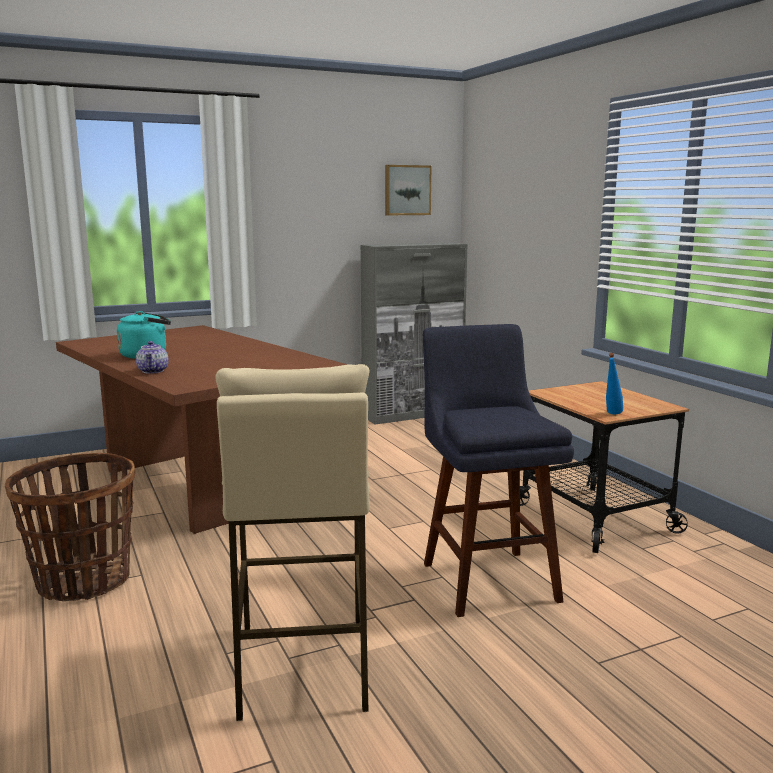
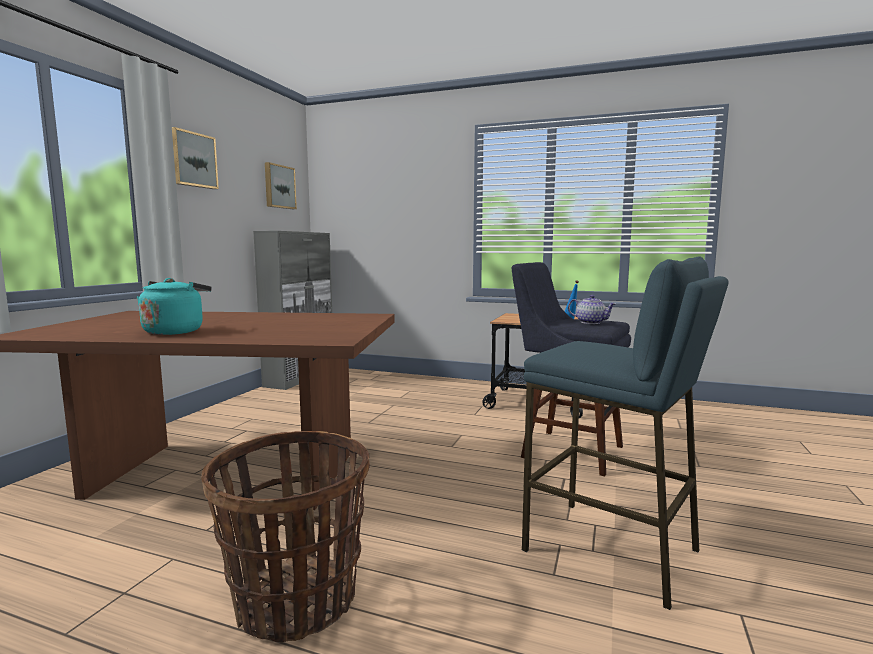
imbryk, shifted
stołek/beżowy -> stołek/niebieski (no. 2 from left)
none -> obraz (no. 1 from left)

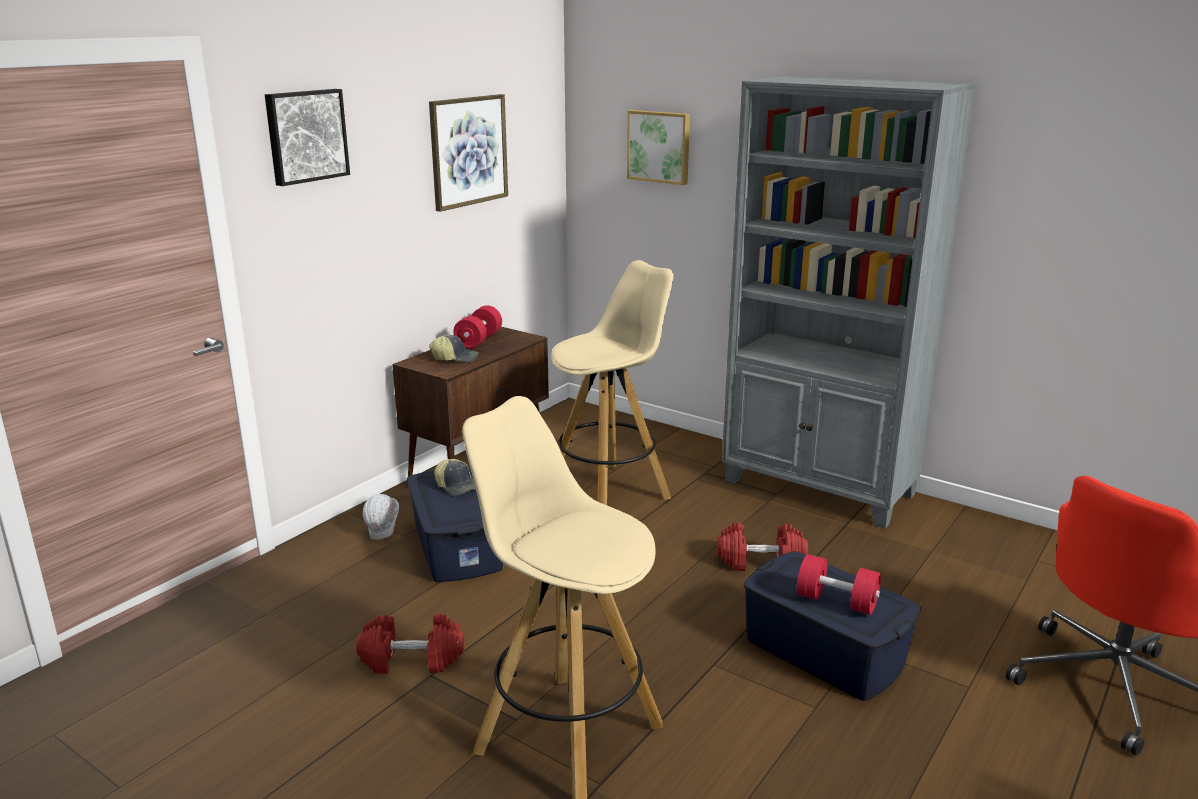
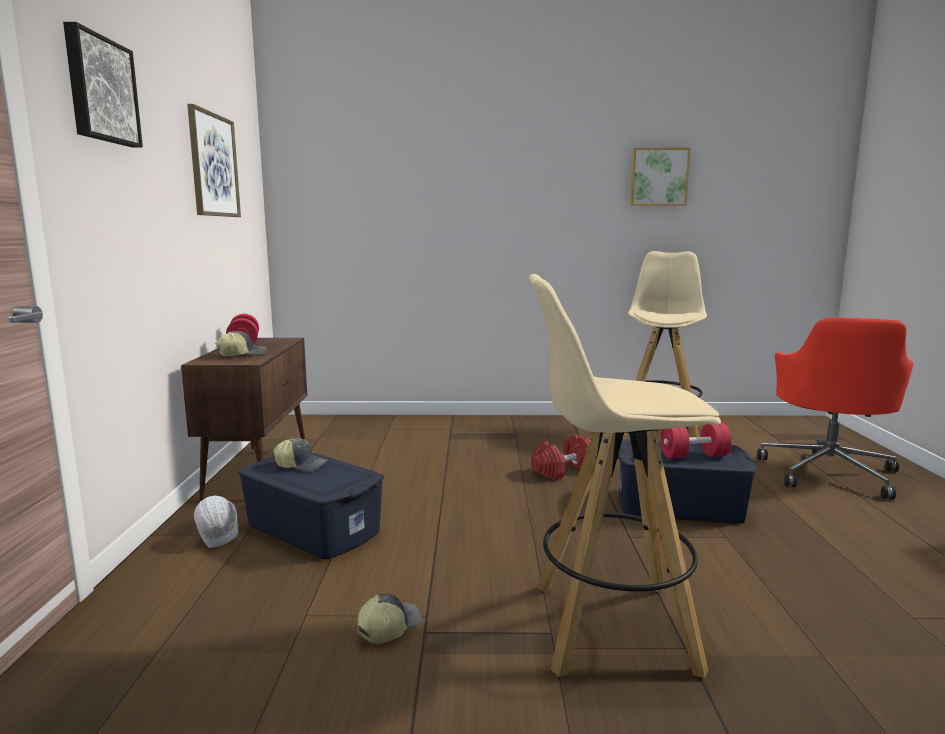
regał/szary -> none
obraz (no. 3 from left), shifted
stołek/beżowy (no. 2 from left), shifted
hantel/czerwony (no. 1 from left) -> czapka z daszkiem (no. 3 from left)

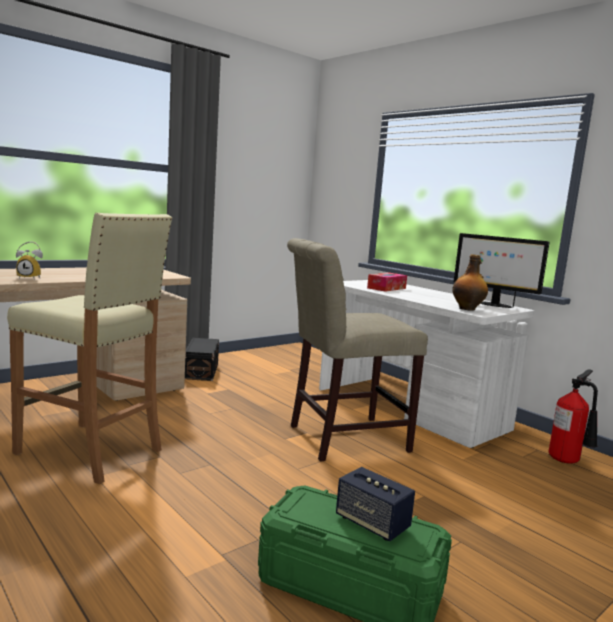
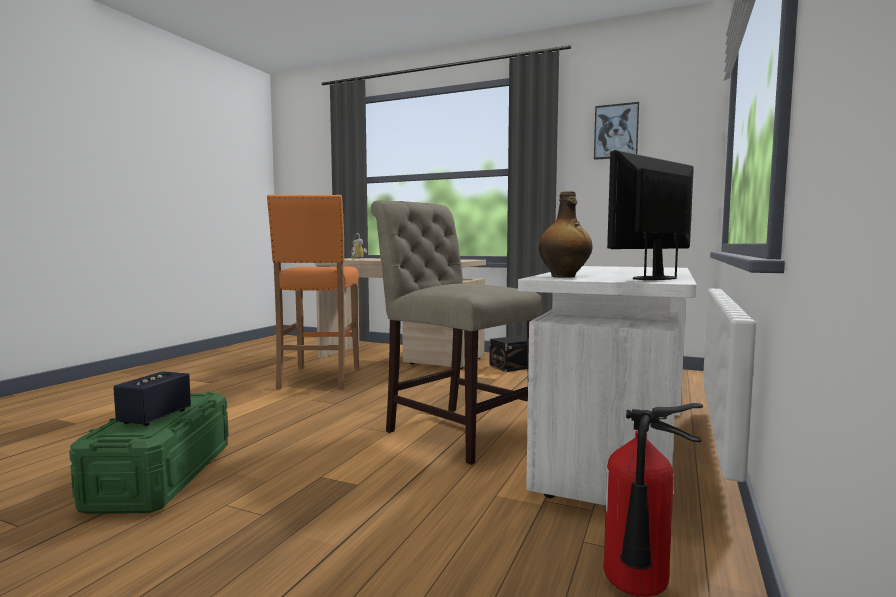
stołek/beżowy -> stołek/pomarańczowy
monitor, 45 degrees clockwise
pudełko chusteczek -> none
none -> obraz

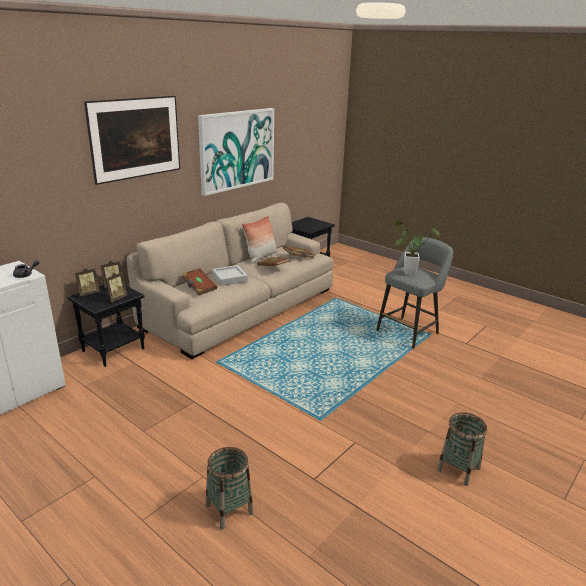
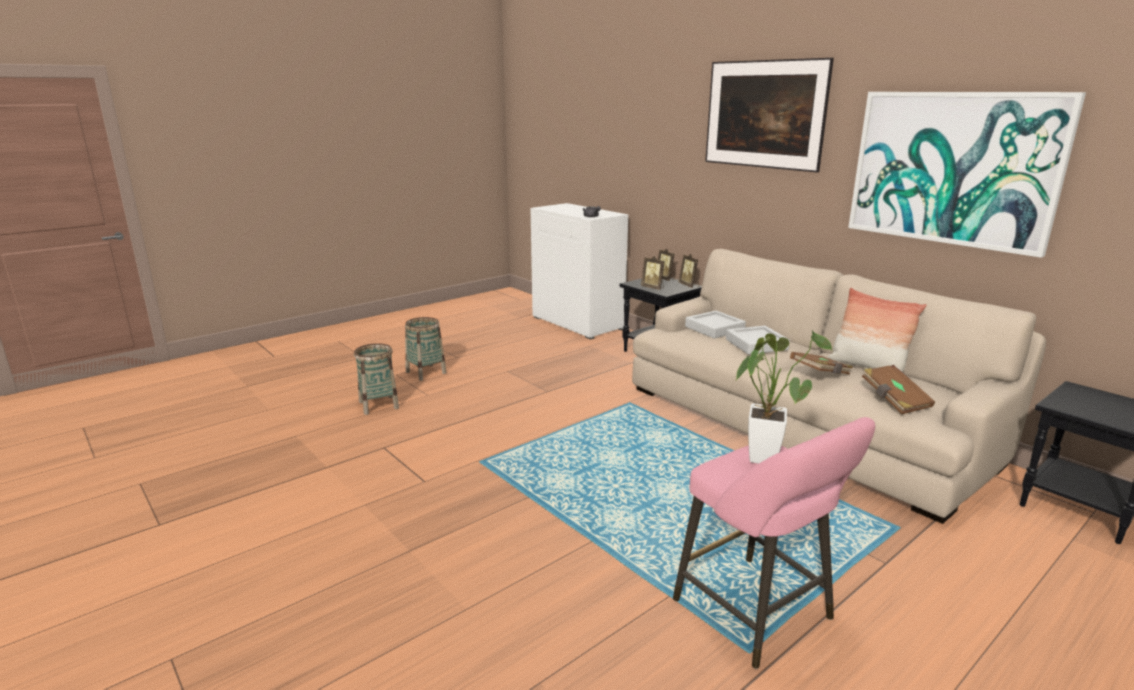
stołek/szary -> stołek/różowy
książka/brązowy (no. 1 from left) -> taca/szary (no. 1 from left)
koszyk (no. 2 from left), shifted

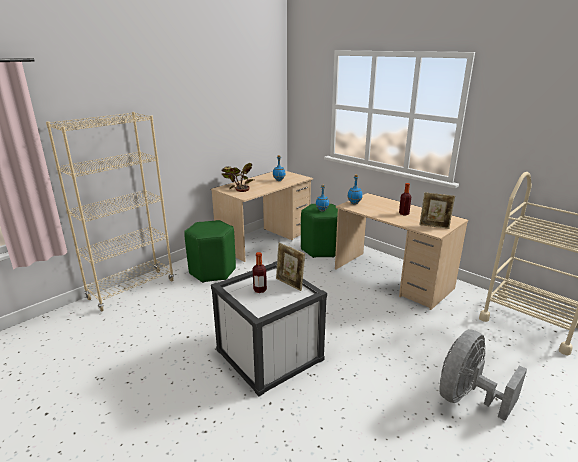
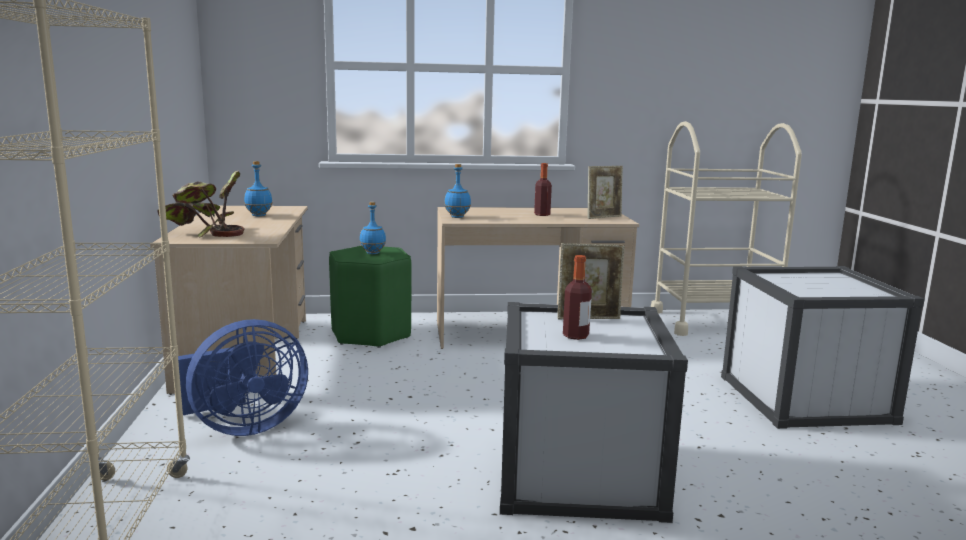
stołek/zielony (no. 1 from left) -> wentylator/niebieski
wentylator/szary -> pojemnik do przechowywania/biały (no. 2 from left)

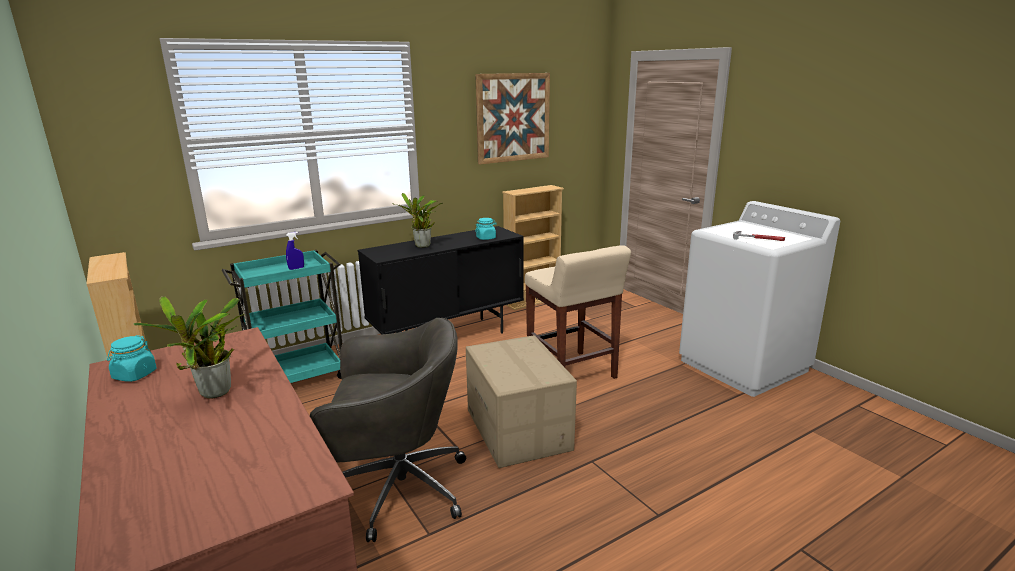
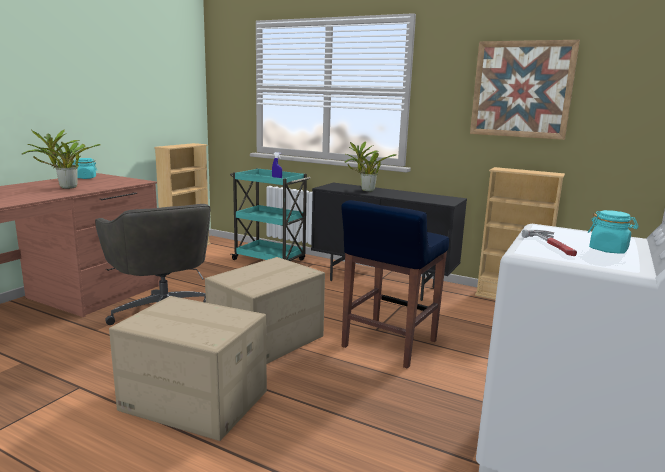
słoik/turkusowy (no. 2 from left), shifted
stołek/beżowy -> stołek/niebieski
none -> karton (no. 1 from left)

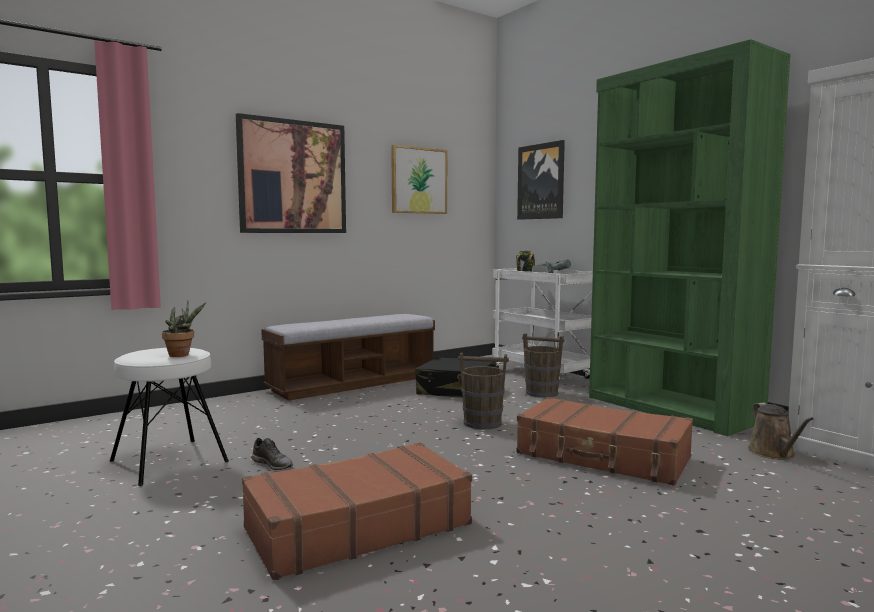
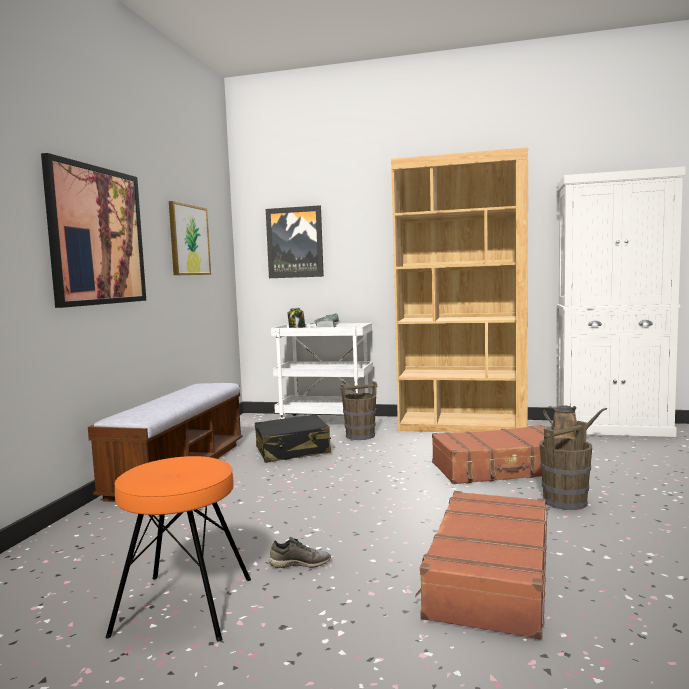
regał/zielony -> regał/brązowy
roślina doniczkowa -> none
stołek/biały -> stołek/pomarańczowy
wiadro/brązowy (no. 1 from left in the first image) -> wiadro/brązowy (no. 2 from left), shifted

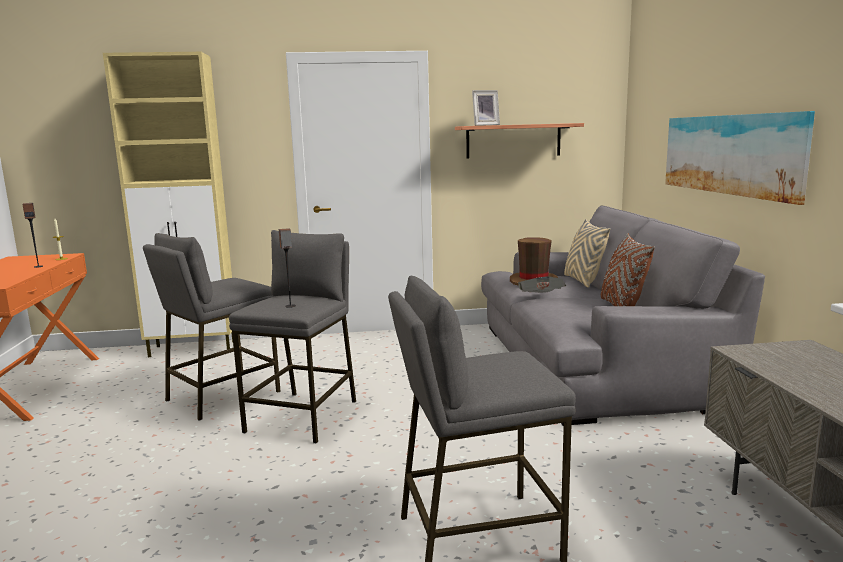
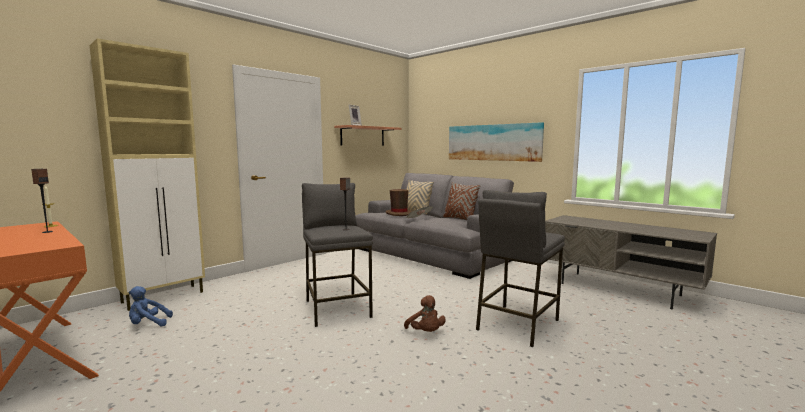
stołek/szary (no. 1 from left) -> none
none -> pluszak/niebieski
none -> pluszak/brązowy

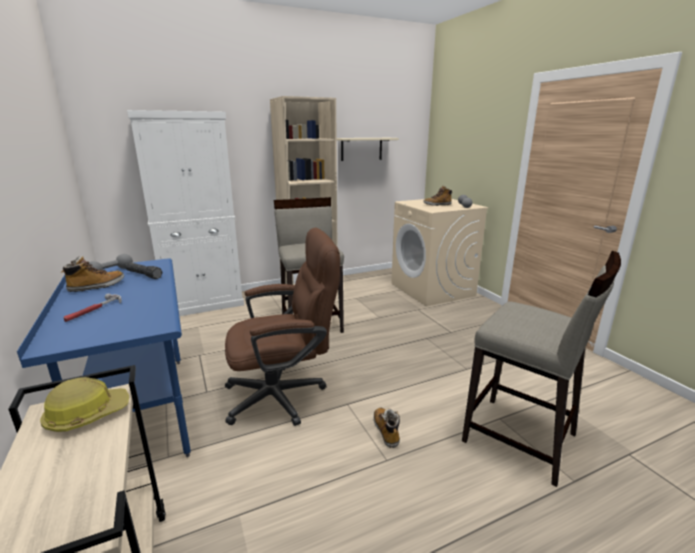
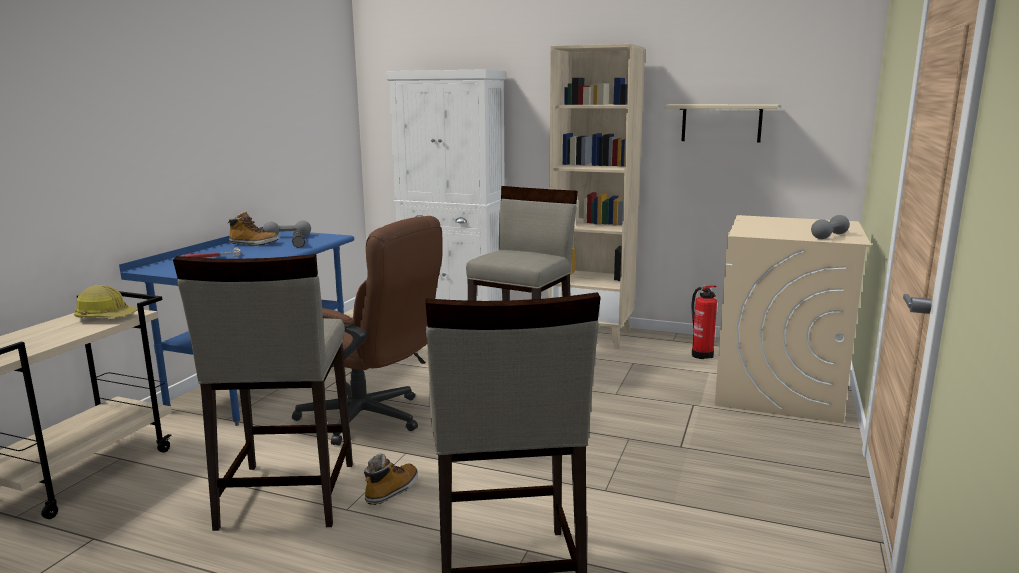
but z cholewką (no. 3 from left) -> none
none -> stołek/beżowy (no. 1 from left)
none -> gaśnica

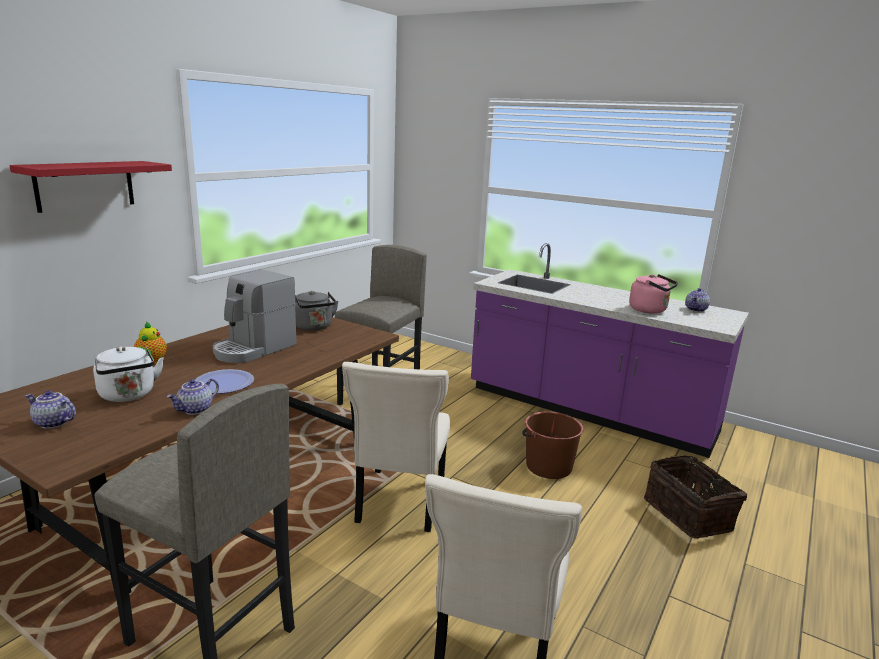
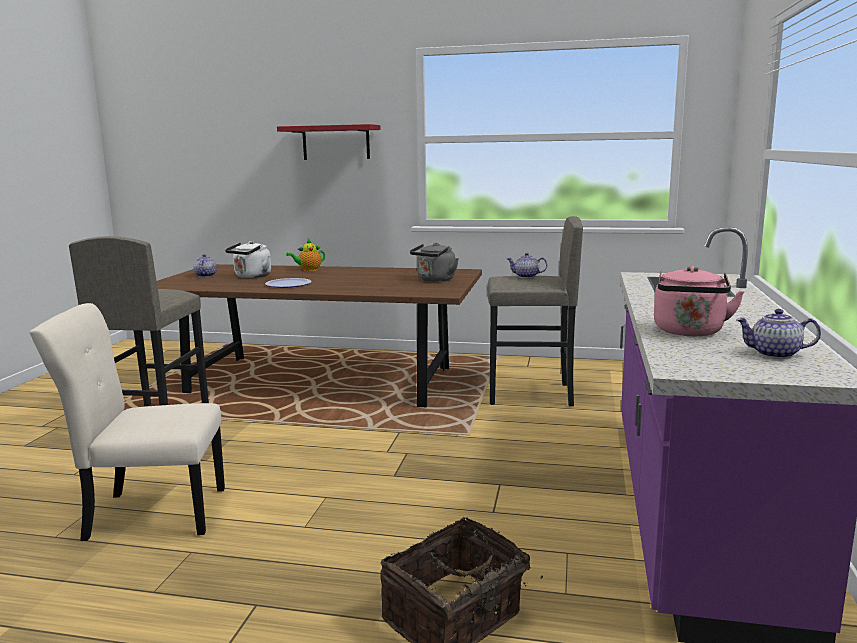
ekspres do kawy -> none
krzesło/beżowy (no. 1 from left) -> none
imbryk (no. 3 from left), shifted
wiadro/brązowy -> none

